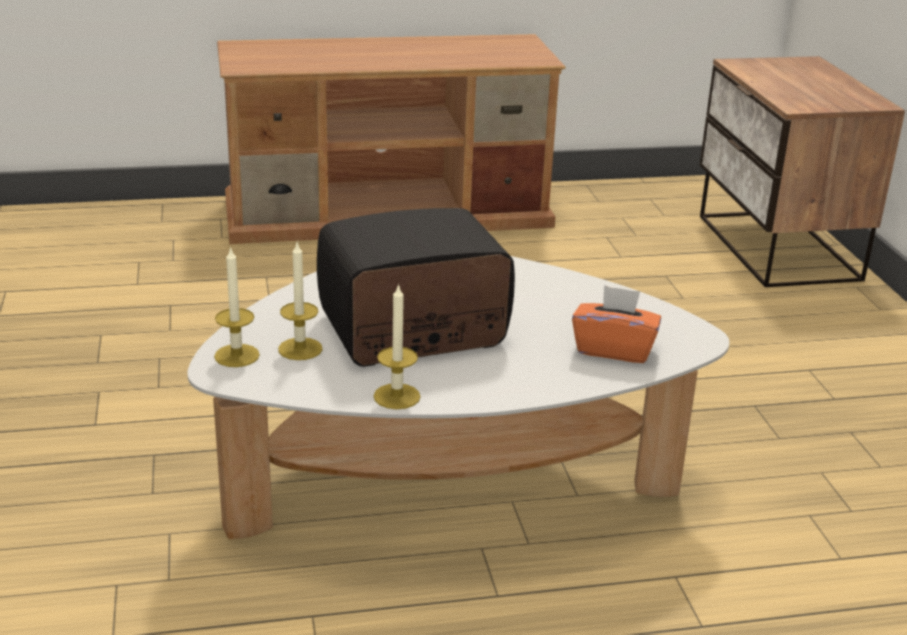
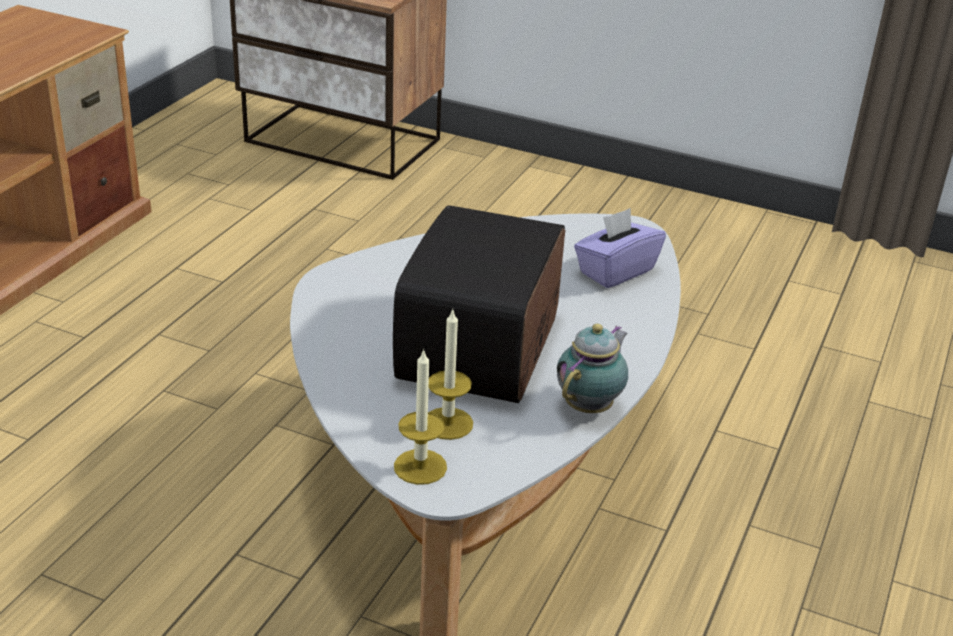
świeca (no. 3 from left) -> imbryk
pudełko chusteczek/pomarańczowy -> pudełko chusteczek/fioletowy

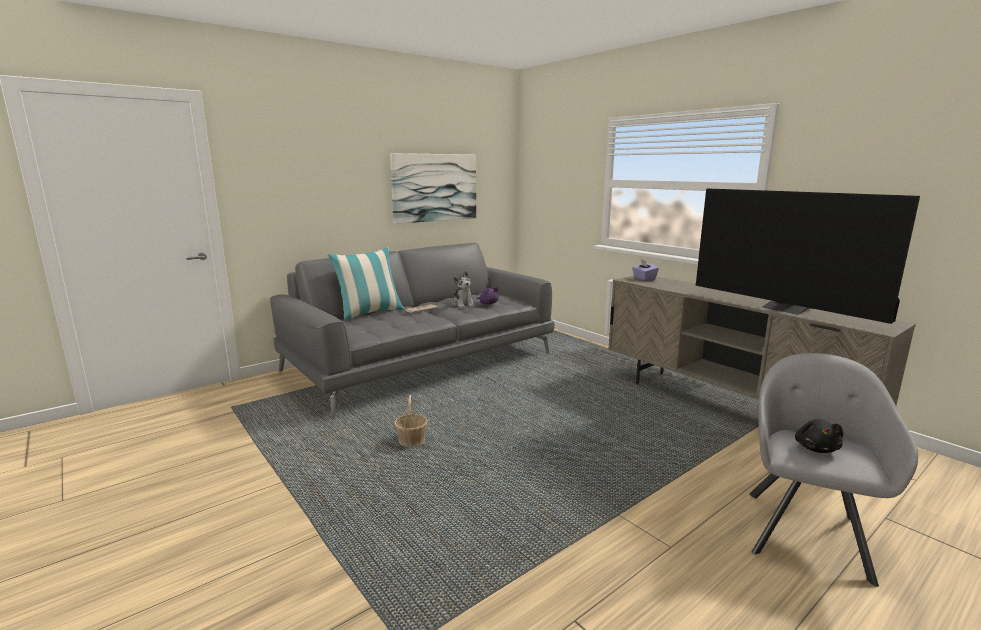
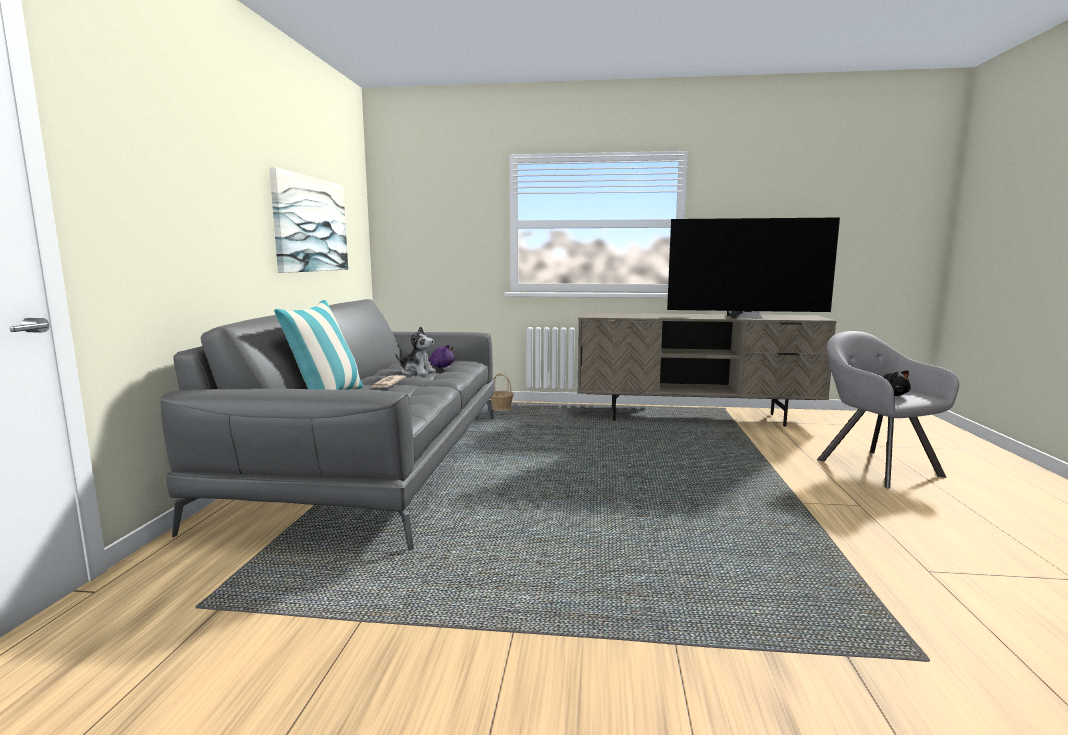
pudełko chusteczek/fioletowy -> none
koszyk, shifted

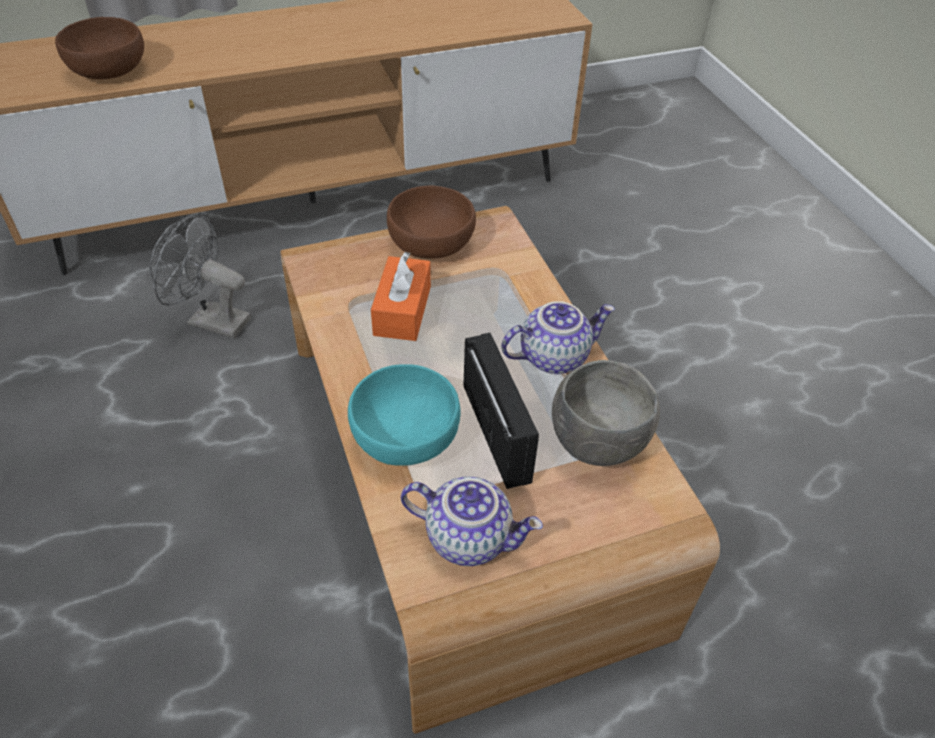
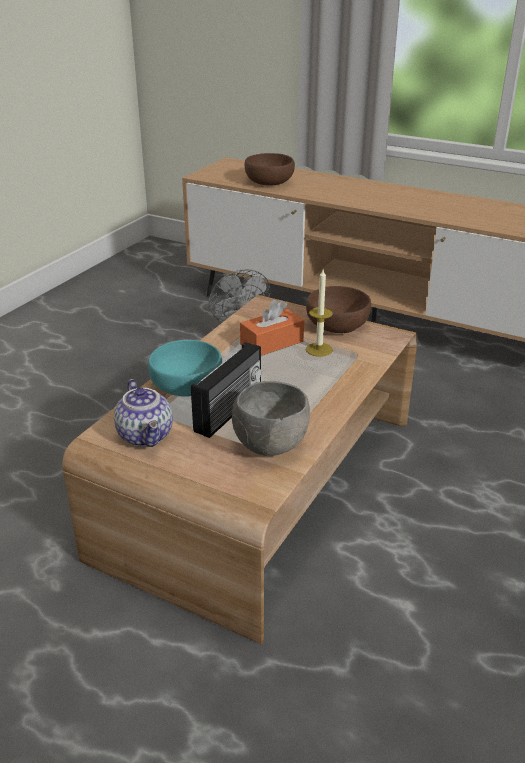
imbryk (no. 2 from left) -> none
none -> świeca

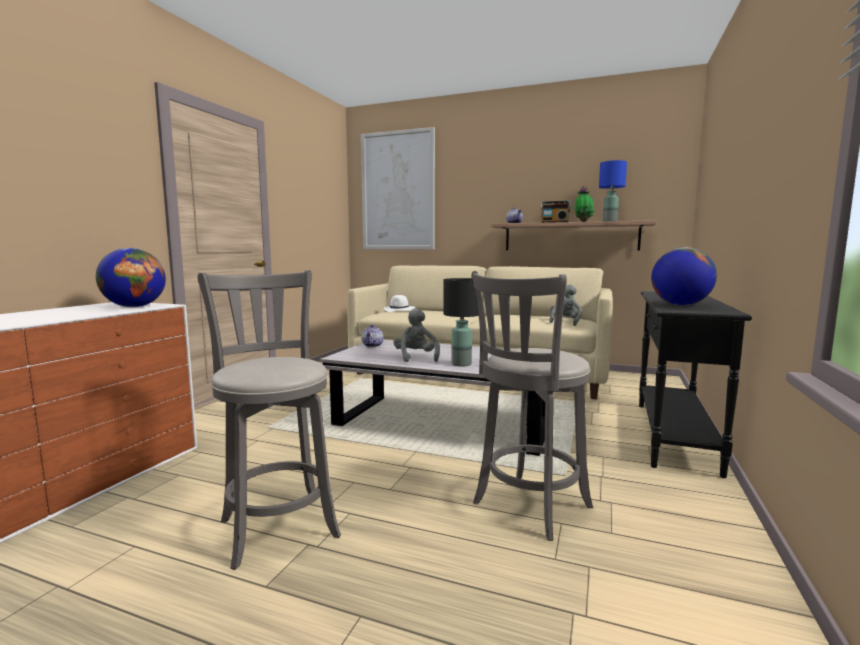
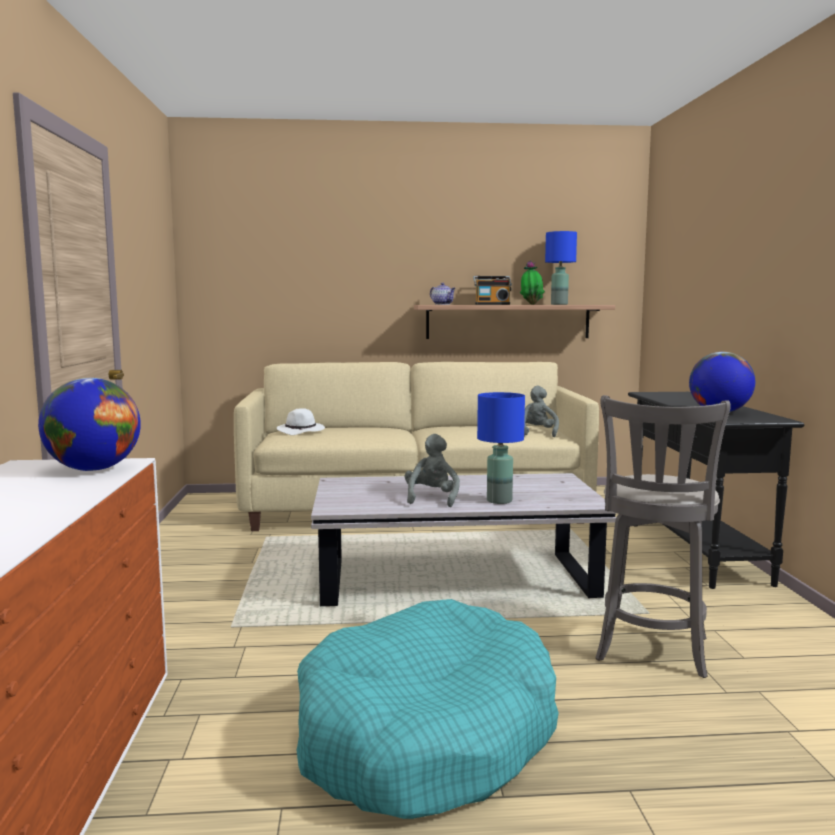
obraz -> none
stołek/szary (no. 1 from left) -> legowisko/turkusowy
lampa stołowa/czarny -> lampa stołowa/niebieski (no. 1 from left)
pluszak/szary (no. 1 from left), 45 degrees clockwise
imbryk (no. 1 from left) -> none

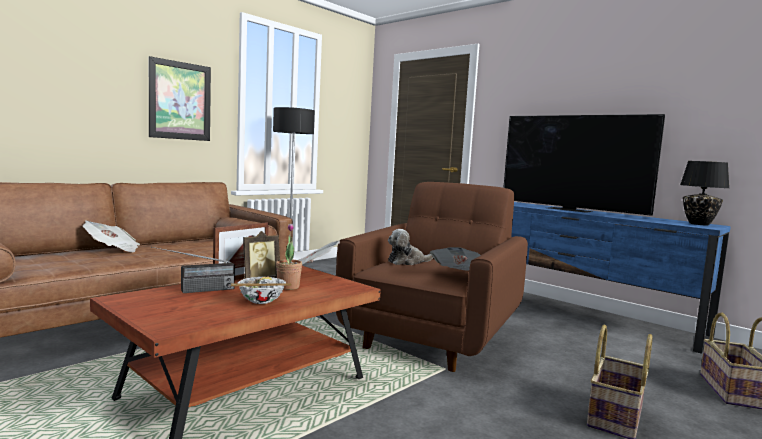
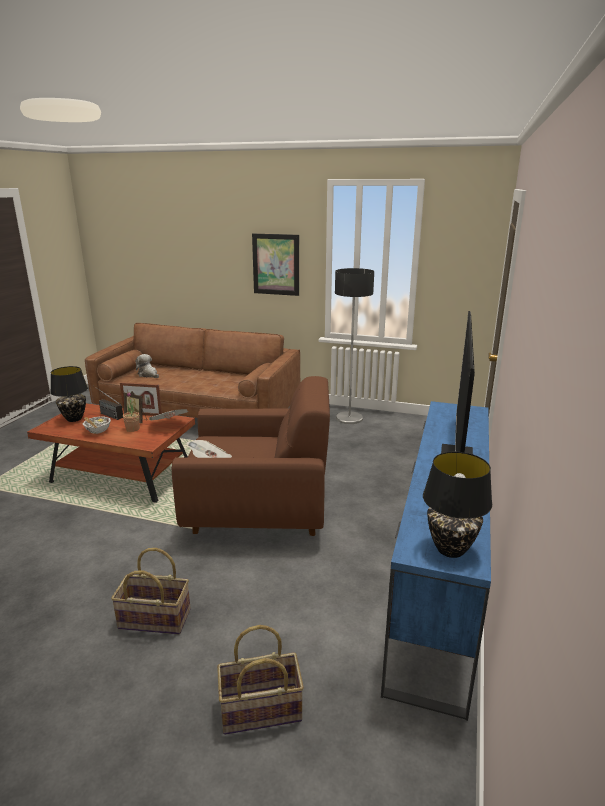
gazeta (no. 1 from left) -> none
pluszak, shifted
none -> lampa stołowa/czarny (no. 1 from left)

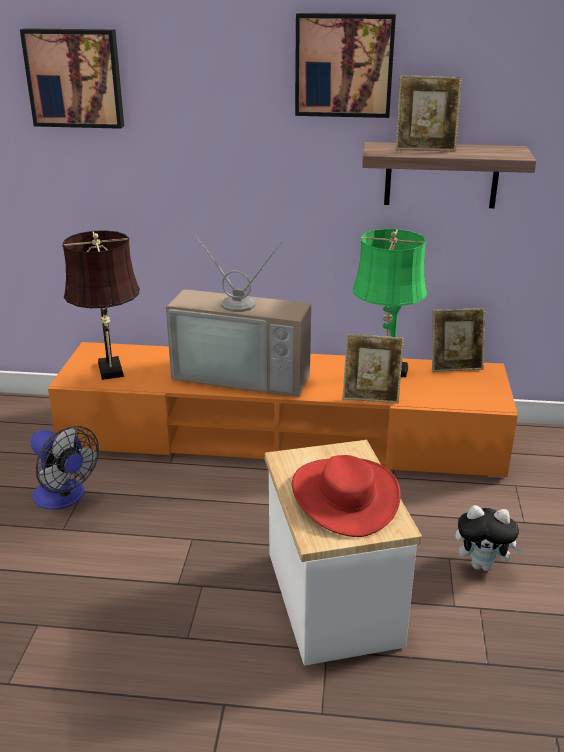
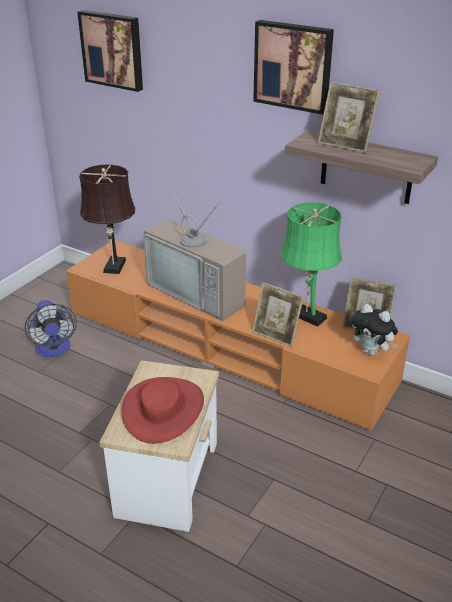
pluszak, shifted

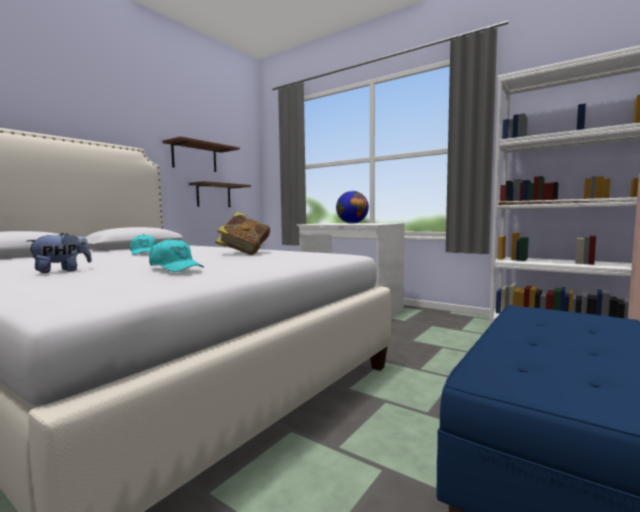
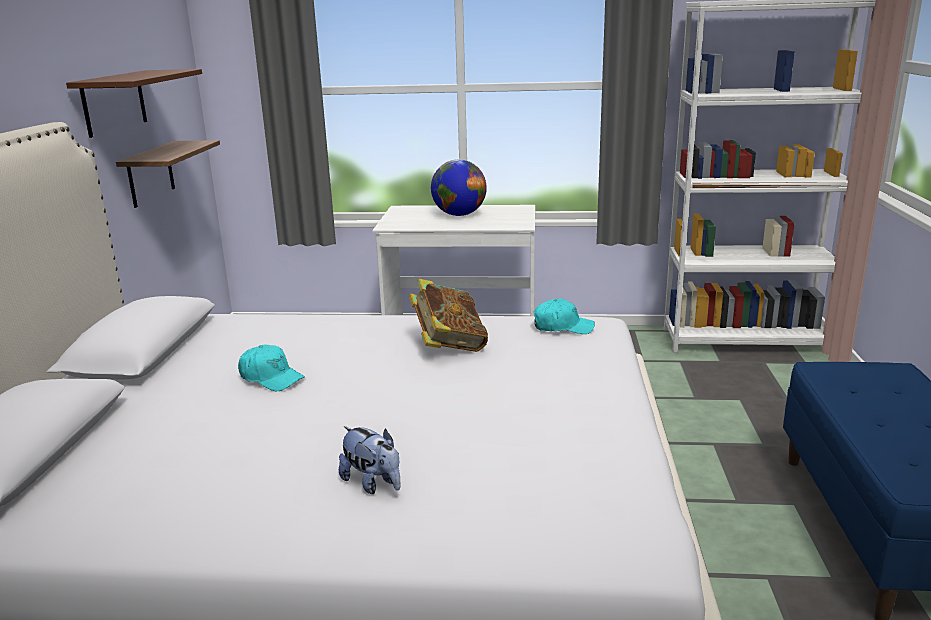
pluszak, 120 degrees clockwise
czapka z daszkiem/turkusowy (no. 2 from left), shifted

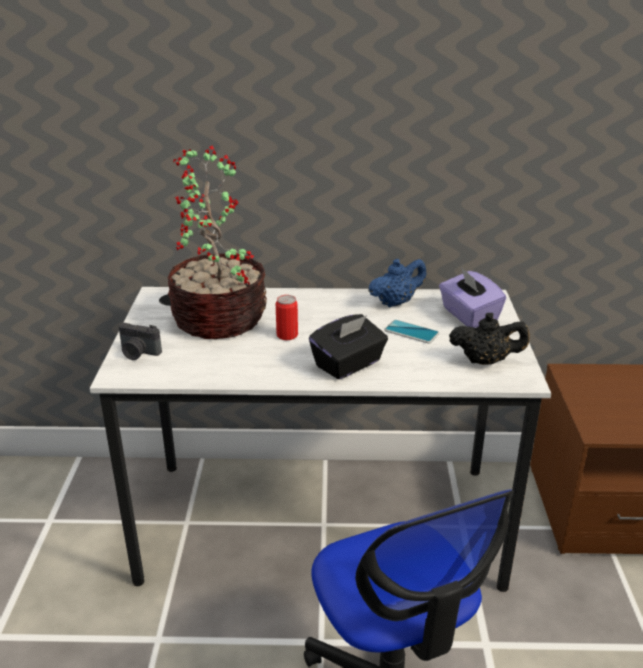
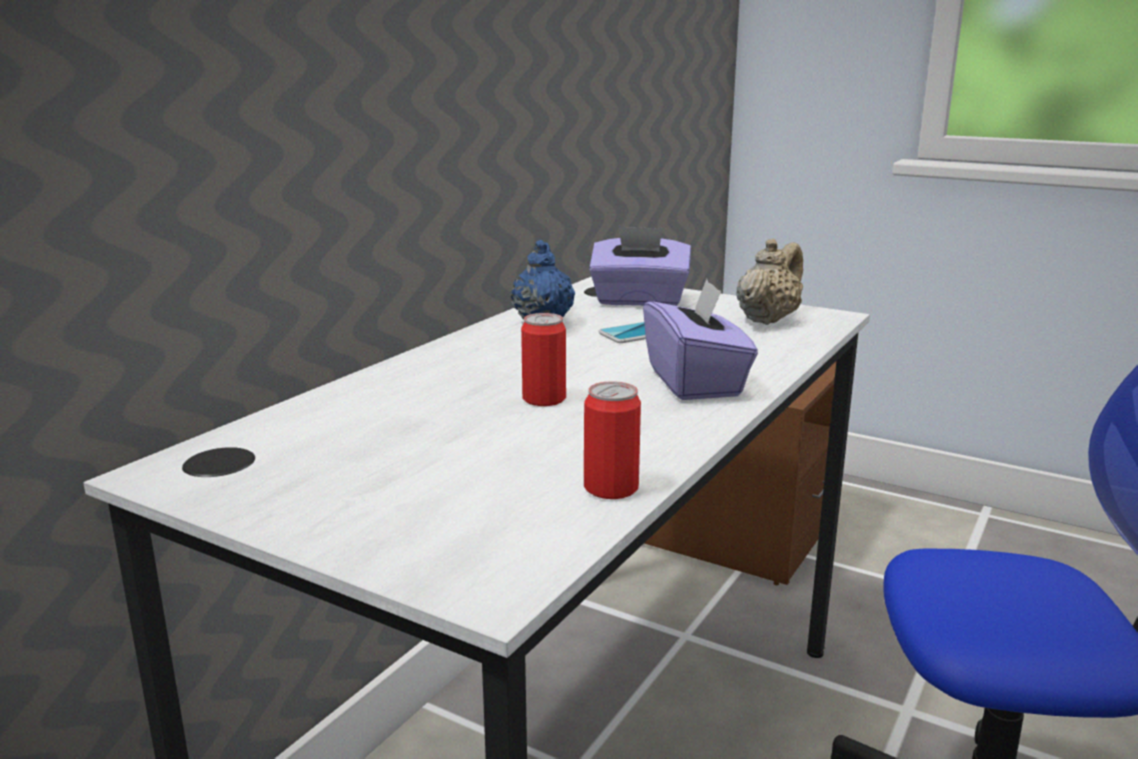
roślina doniczkowa -> none
imbryk/czarny -> imbryk/beżowy
pudełko chusteczek/czarny -> pudełko chusteczek/fioletowy (no. 2 from left)
aparat fotograficzny -> none
none -> puszka (no. 2 from left)

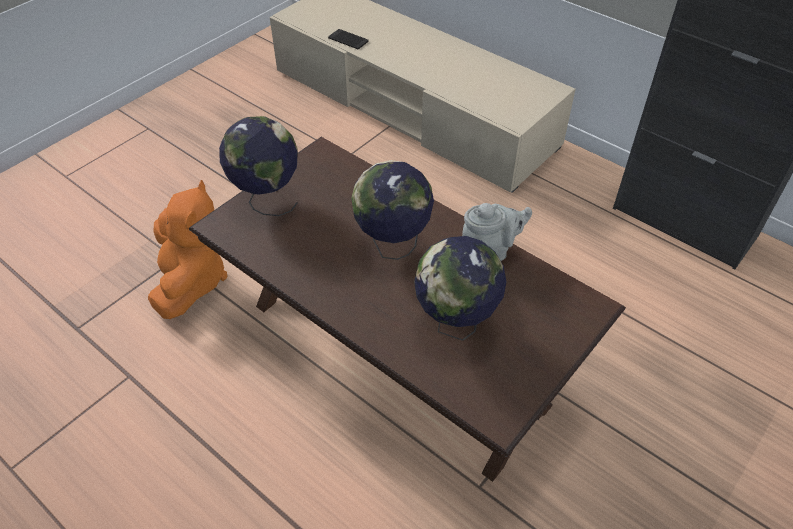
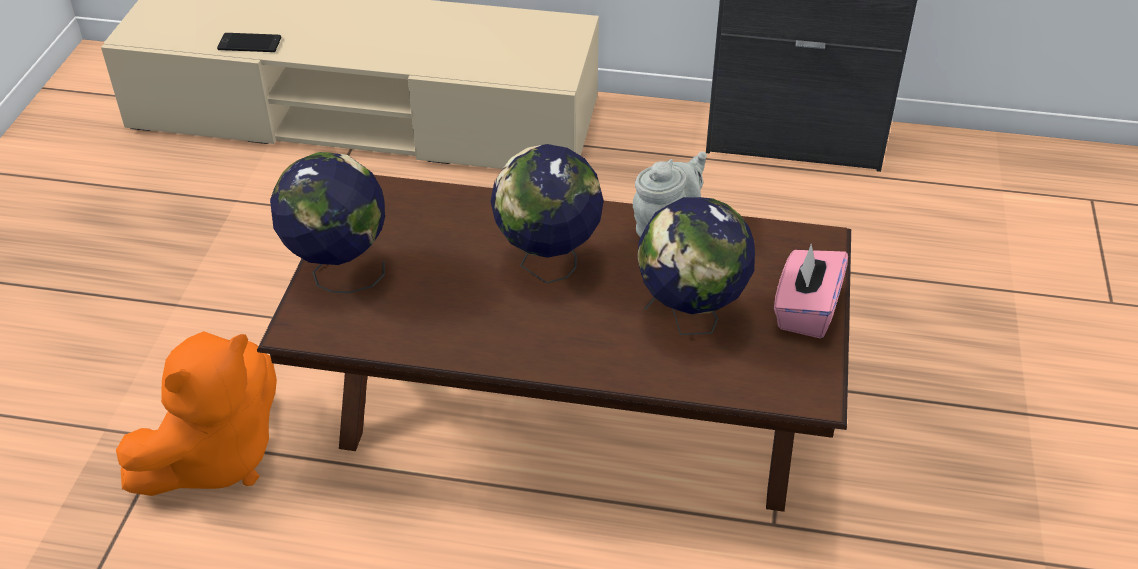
pluszak/pomarańczowy, 75 degrees clockwise
none -> pudełko chusteczek/różowy

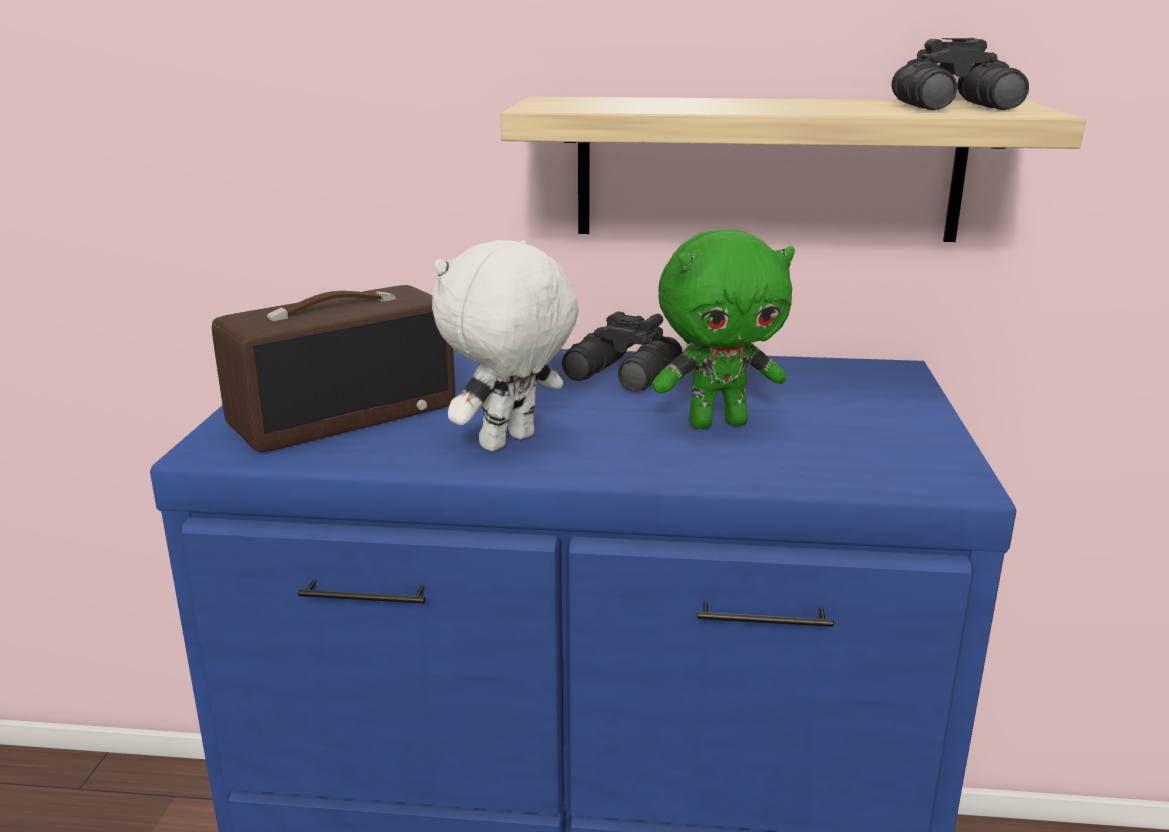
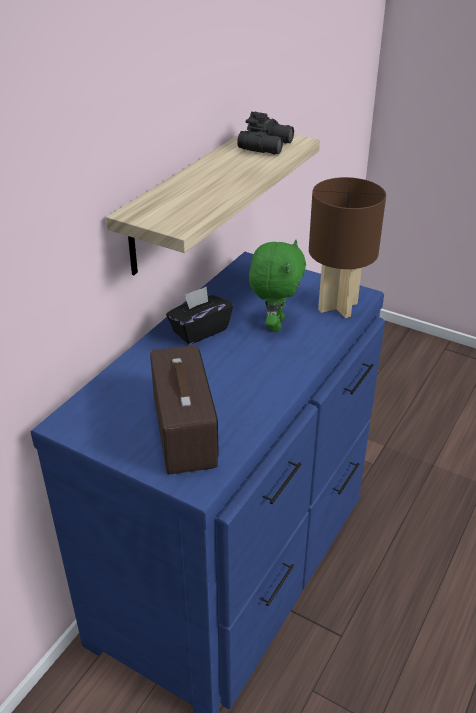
pluszak/biały -> none
lornetka/czarny (no. 1 from left) -> pudełko chusteczek/czarny
none -> lampa stołowa/brązowy

